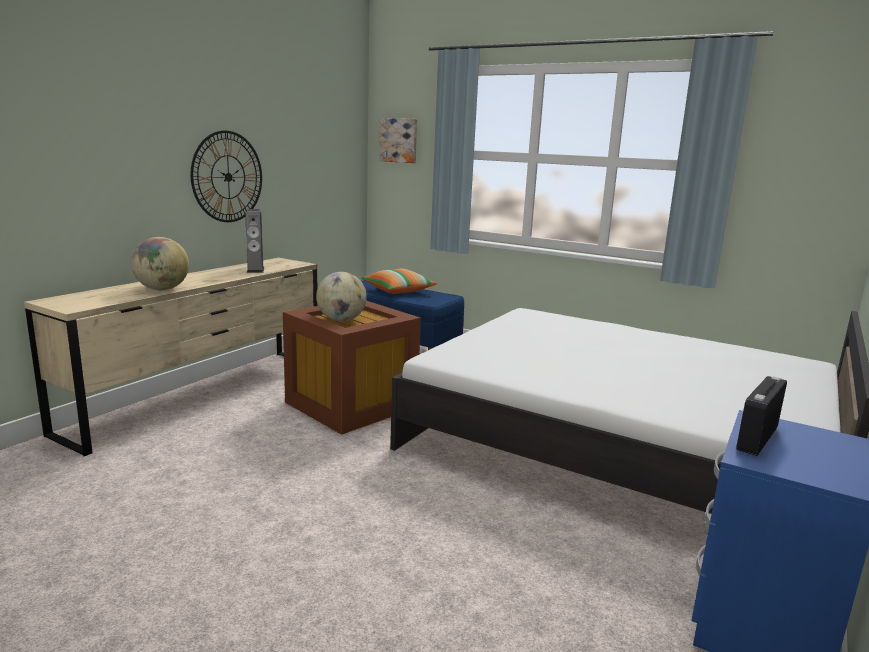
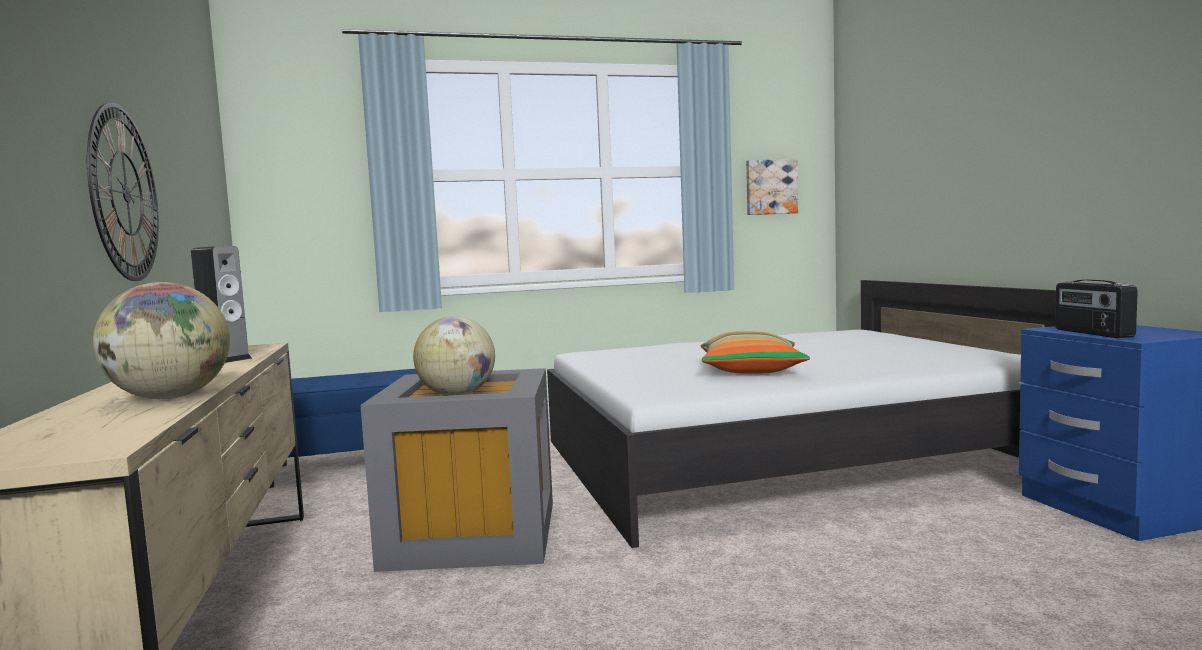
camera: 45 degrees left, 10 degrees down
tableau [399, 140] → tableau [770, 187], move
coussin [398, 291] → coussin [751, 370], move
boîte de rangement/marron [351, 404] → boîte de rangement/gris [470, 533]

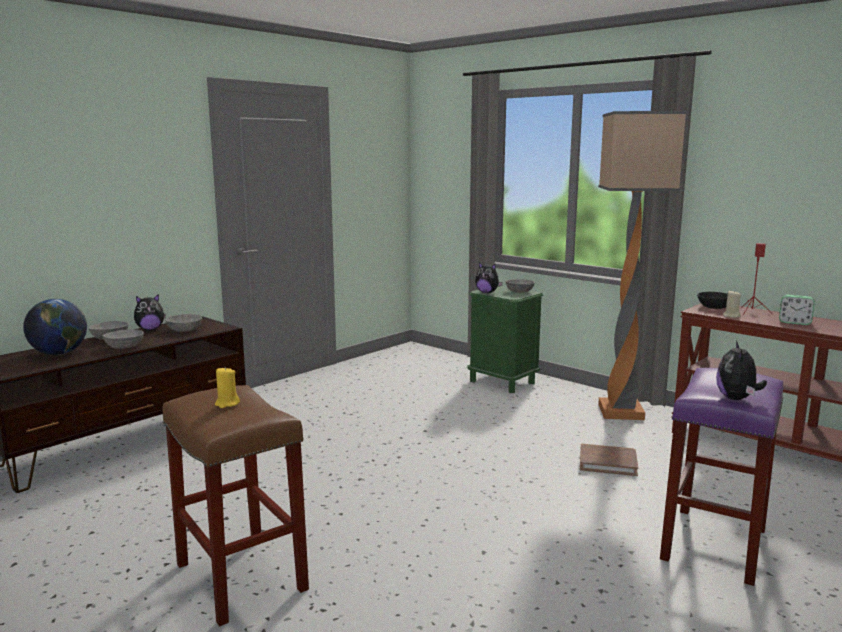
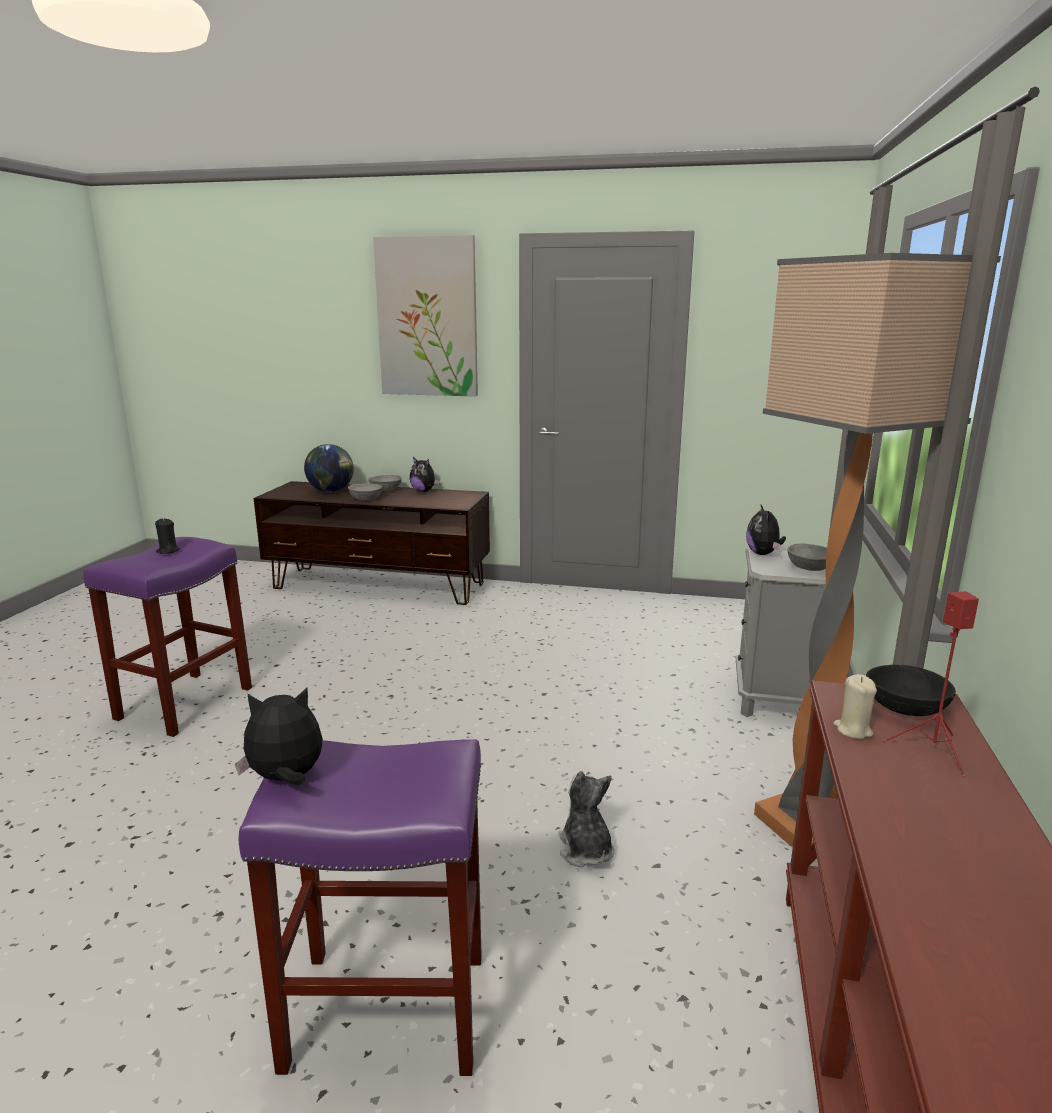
camera: 60 degrees right, 5 degrees up
table de chevet/vert [502, 382] → table de chevet/gris [774, 698]
réveil [794, 322] → -
bol/gris [184, 330] → -
bougie/jaune [227, 403] → bougie/noir [168, 551]
tabouret/marron [239, 576] → tabouret/violet [185, 702]
livre/marron [607, 463] → peluche [585, 850]
- → tableau [427, 317]

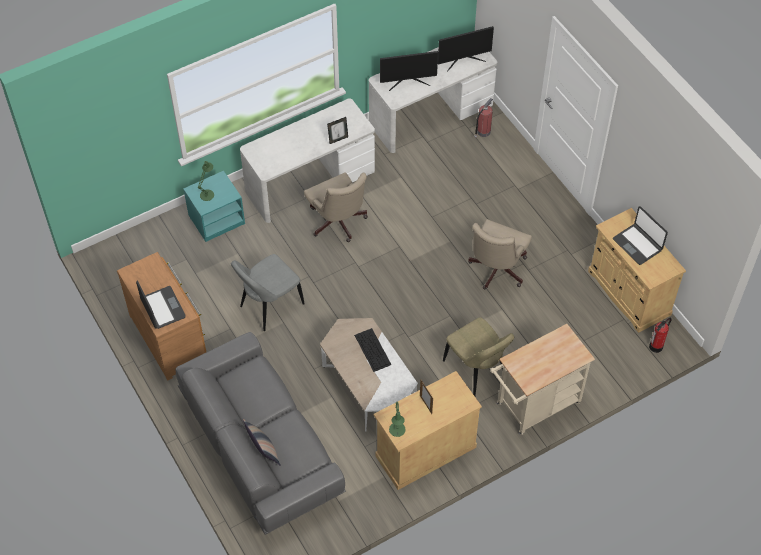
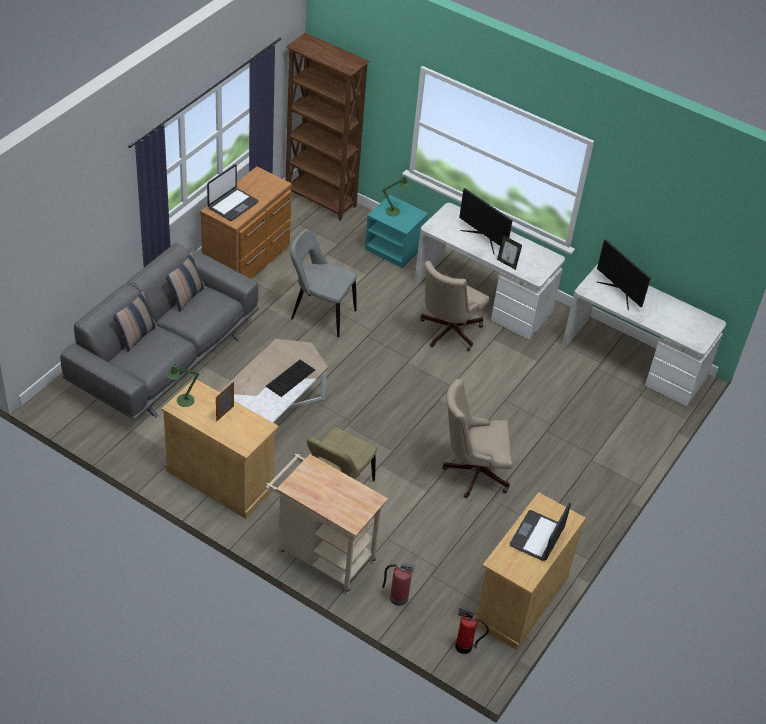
camera: 60 degrees right, 10 degrees down
écran d'ordinateur [463, 60] → écran d'ordinateur [483, 237], move
extincteur [483, 132] → extincteur [397, 597], move
- → bibliothèque/marron [320, 200]
- → coussin [186, 297]

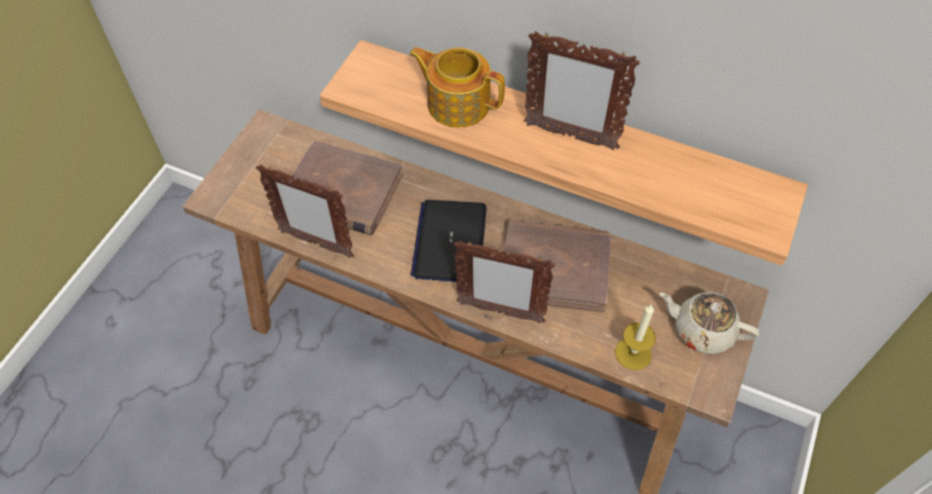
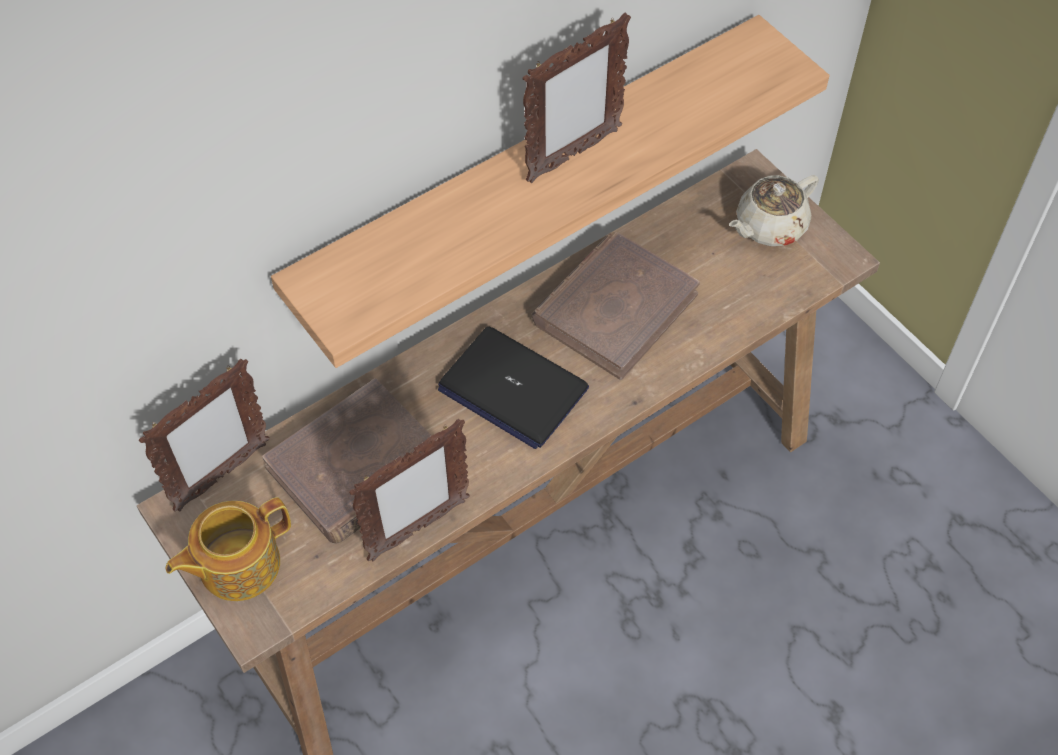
camera: 60 degrees left, 0 degrees up
théière [457, 103] → théière [237, 564], move
cadre photo [500, 312] → cadre photo [221, 477], move
bougie [633, 353] → -

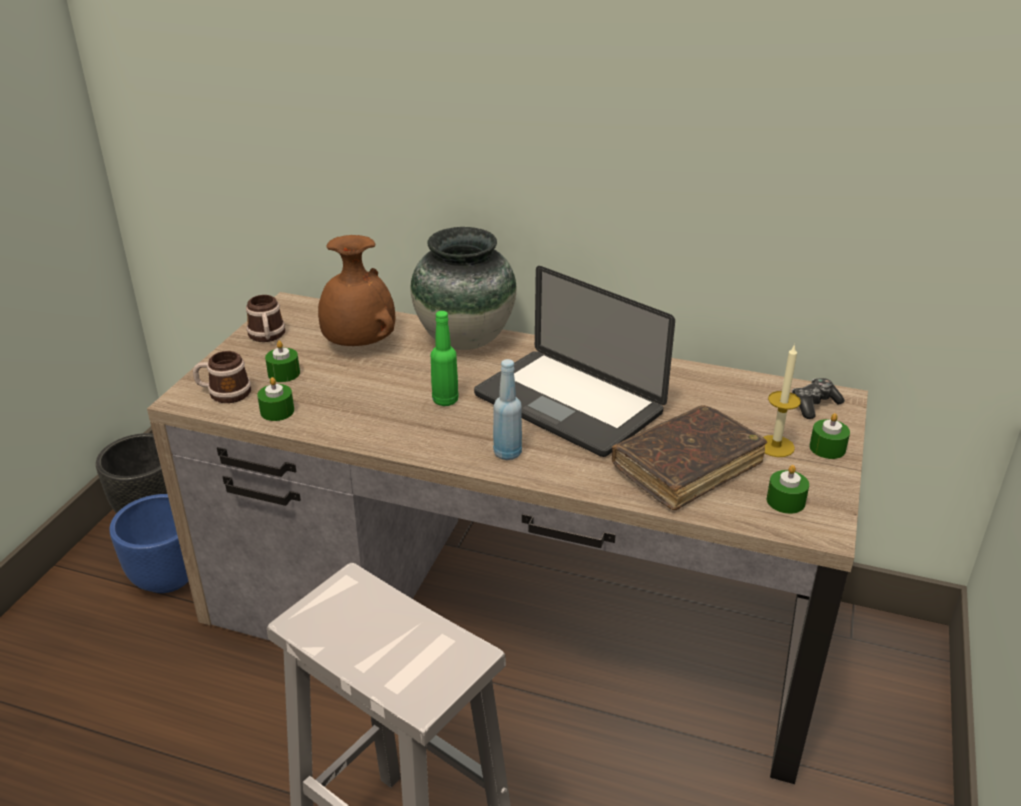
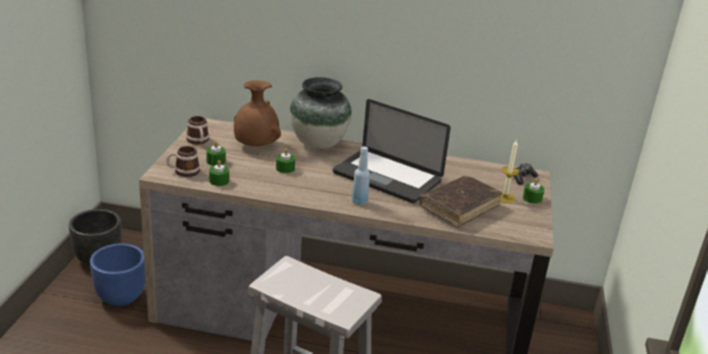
camera: 10 degrees left, 5 degrees down
bouteille/vert [445, 400] → -
bougie/vert [785, 501] → bougie/vert [285, 168], move

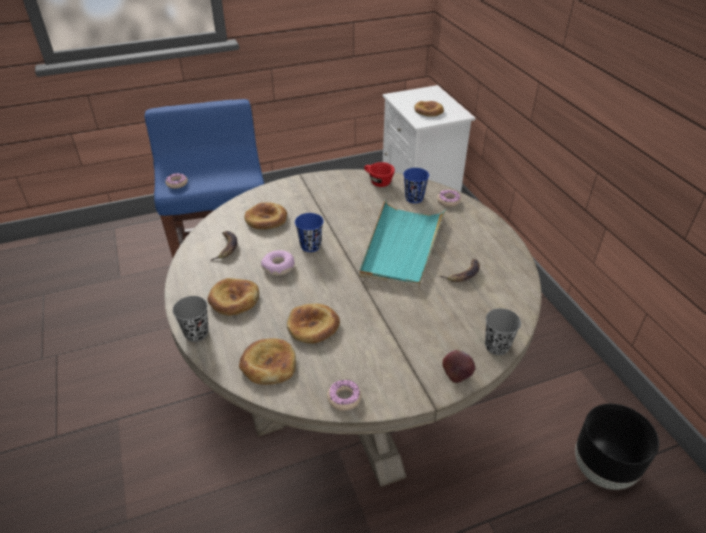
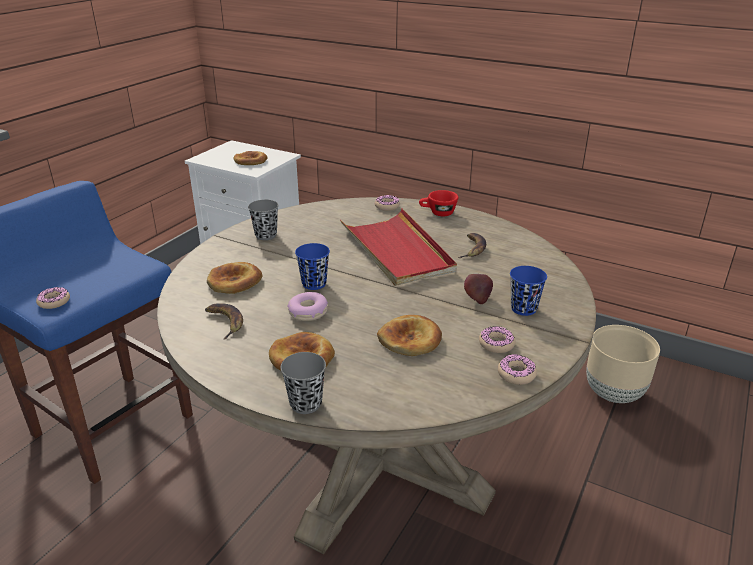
camera: 40 degrees left, 10 degrees down
tasse/rouge [377, 182] → tasse/rouge [437, 213], move
tasse/bleu [414, 198] → tasse/bleu [523, 308], move
plateau/turquoise [402, 246] → plateau/rouge [397, 250]
tasse/gris [497, 346] → tasse/gris [266, 235], move
pain [268, 364] → -
pomme [457, 374] → pomme [477, 298], move
cache-pot/noir [602, 470] → cache-pot/beige [614, 393]
- → beignet [496, 344]

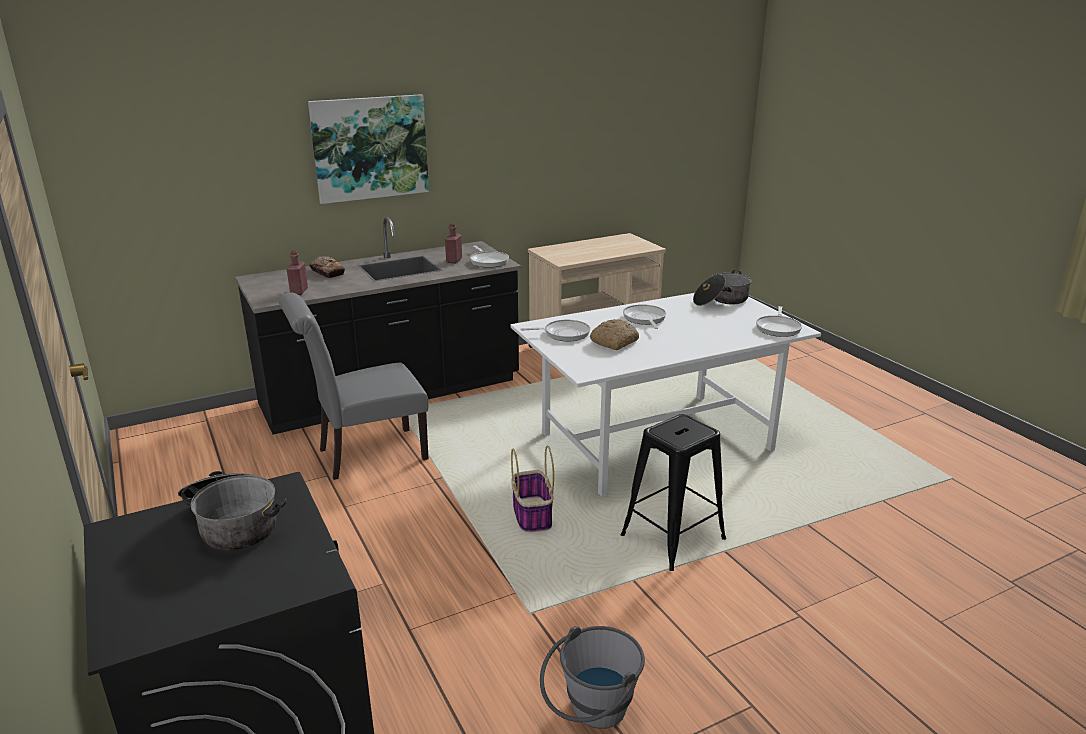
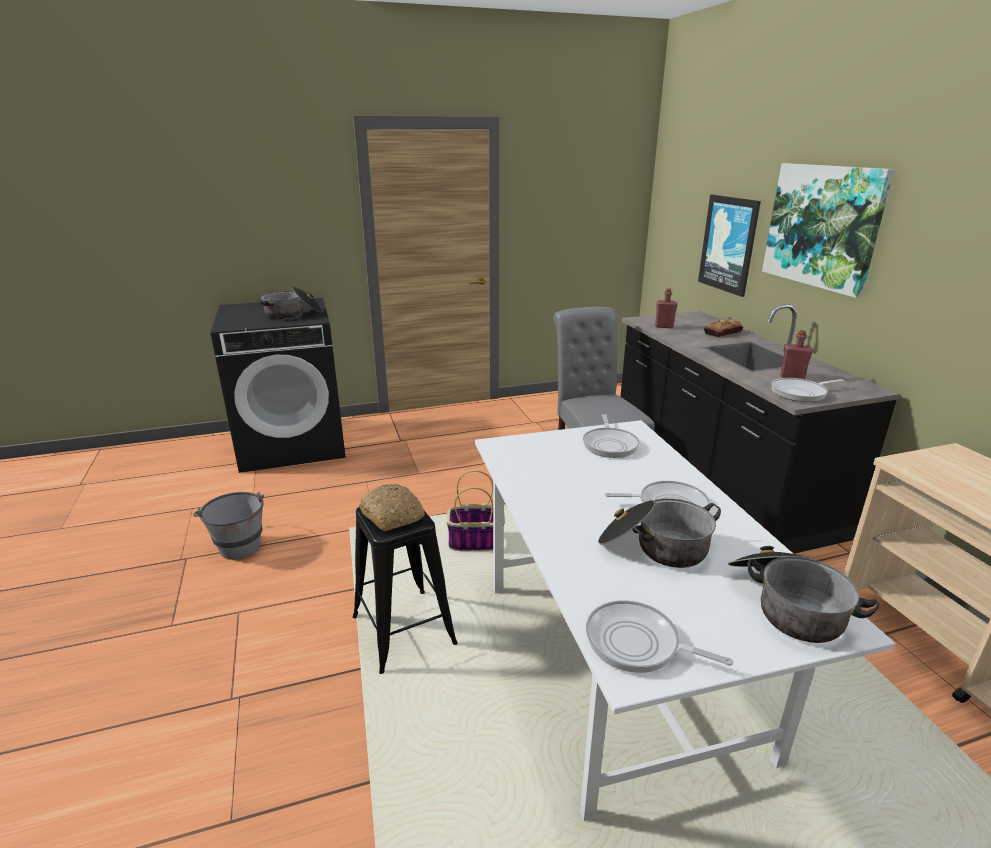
camera: 100 degrees right, 0 degrees up
pain [614, 341] → pain [393, 515], move
- → tableau [729, 244]
- → marmite [654, 547]

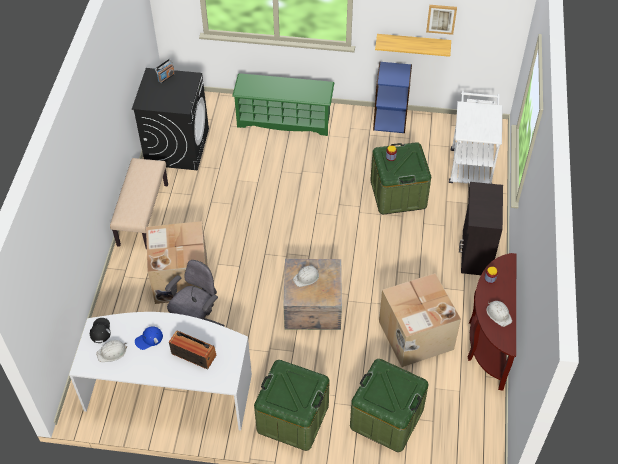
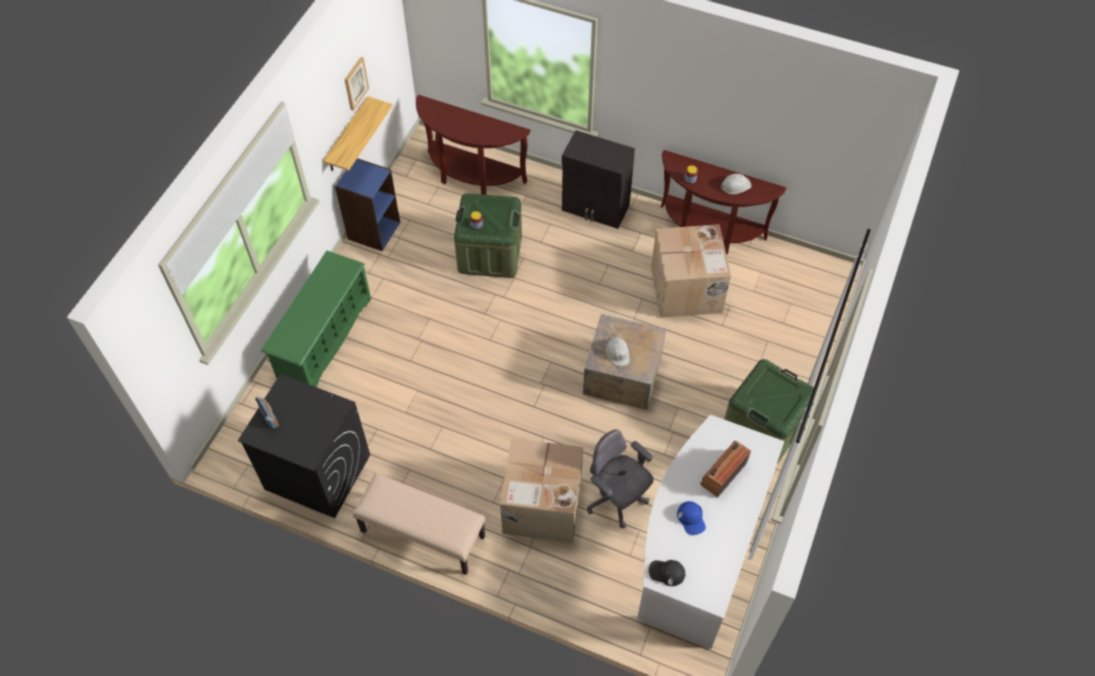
camera: 75 degrees left, 5 degrees up
chariot/blanc [470, 163] → table console/marron [471, 176]
casque de chantier/blanc [112, 352] → -
boîte de rangement/vert [386, 418] → -

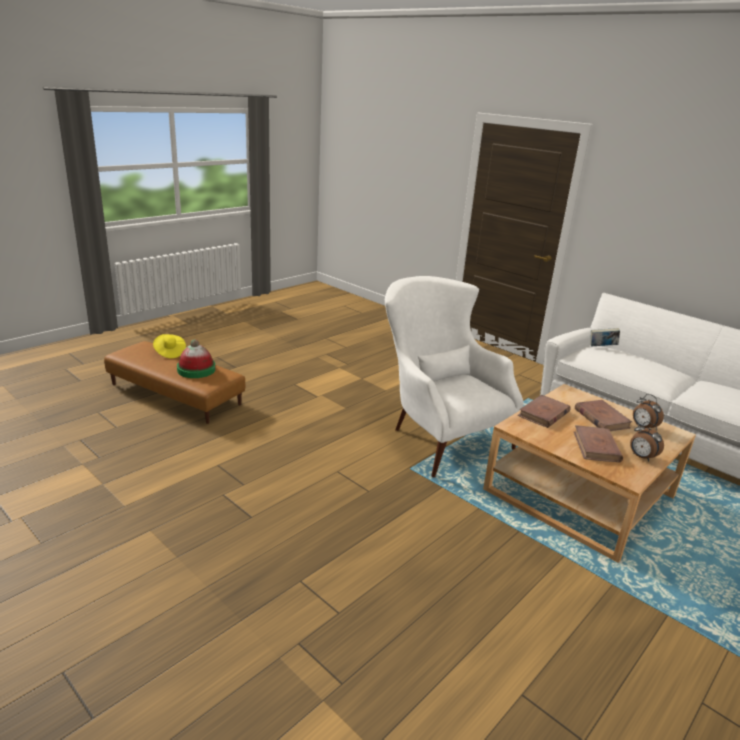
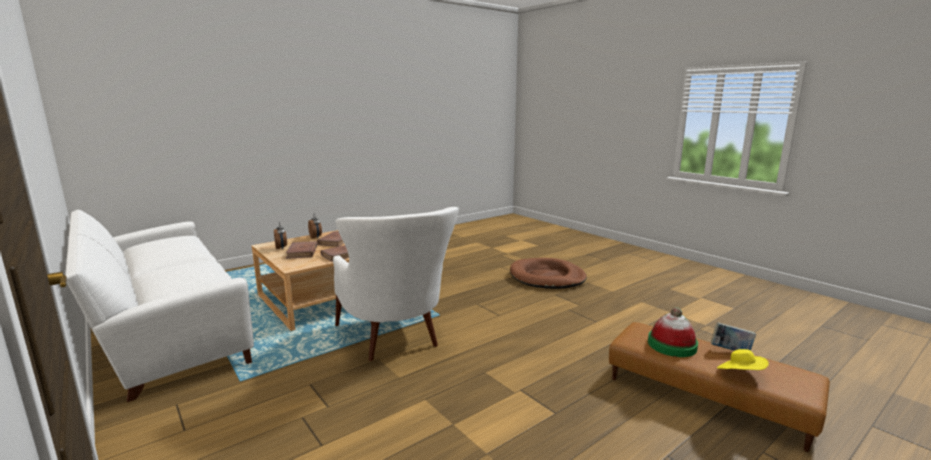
camera: 170 degrees left, 10 degrees down
livre [602, 347] → livre [730, 351], move
- → panier pour chien/marron [547, 277]

